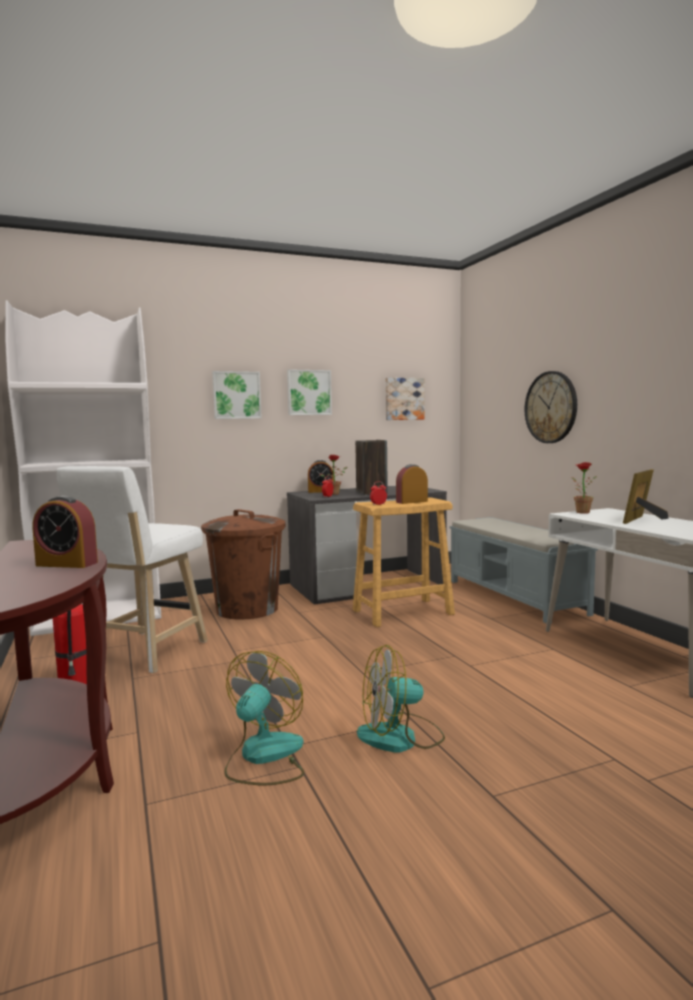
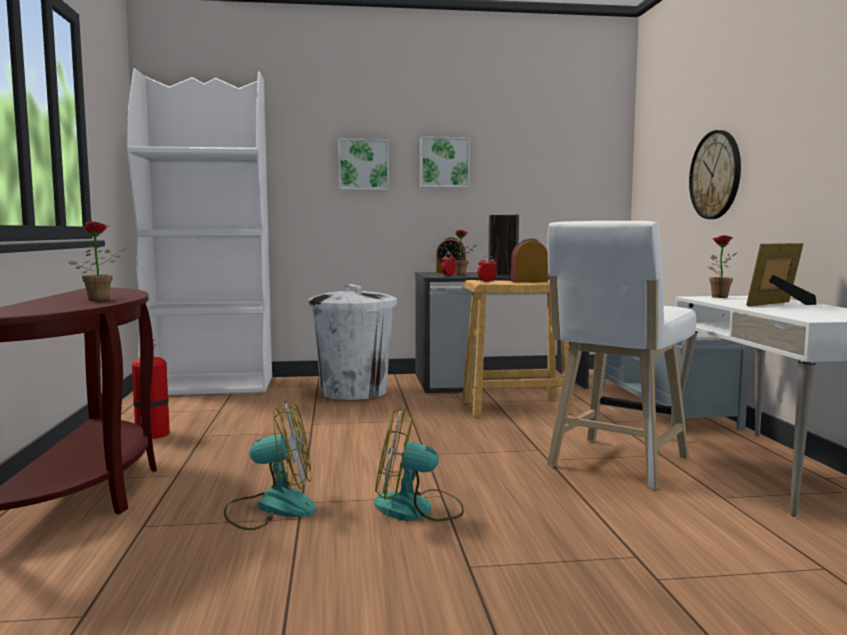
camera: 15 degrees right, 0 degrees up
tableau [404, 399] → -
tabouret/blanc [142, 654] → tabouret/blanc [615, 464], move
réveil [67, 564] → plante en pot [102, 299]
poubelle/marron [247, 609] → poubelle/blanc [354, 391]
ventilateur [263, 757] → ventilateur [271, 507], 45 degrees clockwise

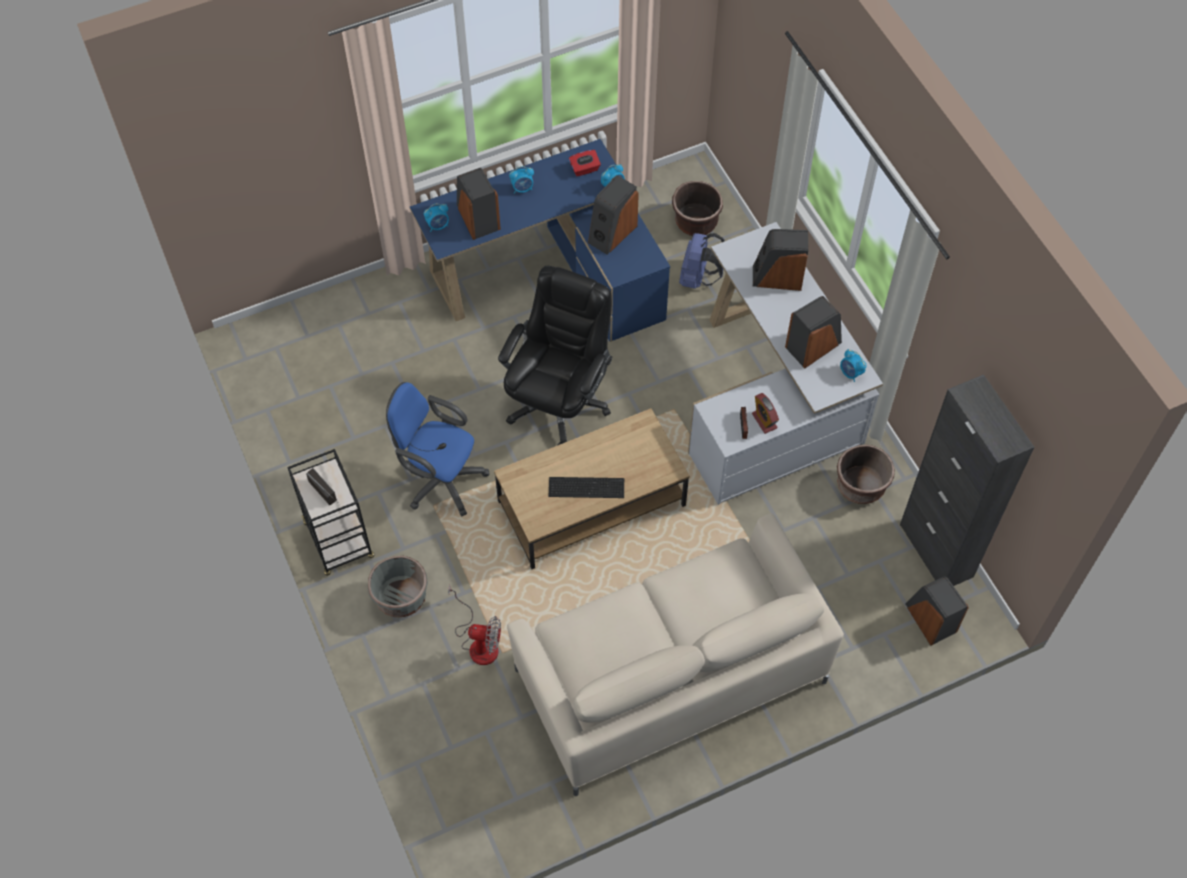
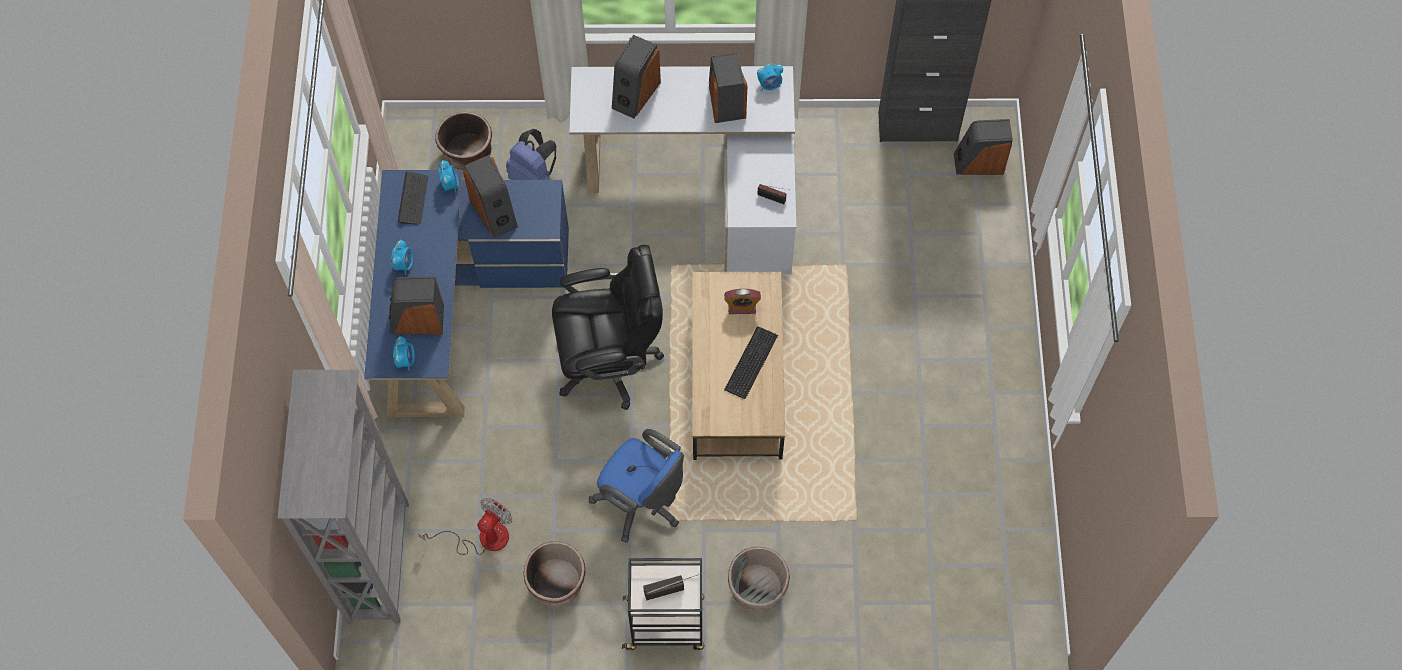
camera: 65 degrees left, 5 degrees up
boîte à mouchoirs/rouge [584, 169] → clavier [413, 199]
chaise de bureau/noir [559, 401] → chaise de bureau/noir [609, 360], 120 degrees clockwise
chaise de bureau/bleu [439, 479] → chaise de bureau/bleu [642, 503], 105 degrees counterclockwise
réveil [764, 421] → réveil [742, 307], move
cache-pot/marron [860, 486] → cache-pot/marron [556, 583], move
canapé/beige [670, 676] → -
ventilateur [478, 642] → ventilateur [482, 538], move
- → bibliothèque/gris [380, 561]

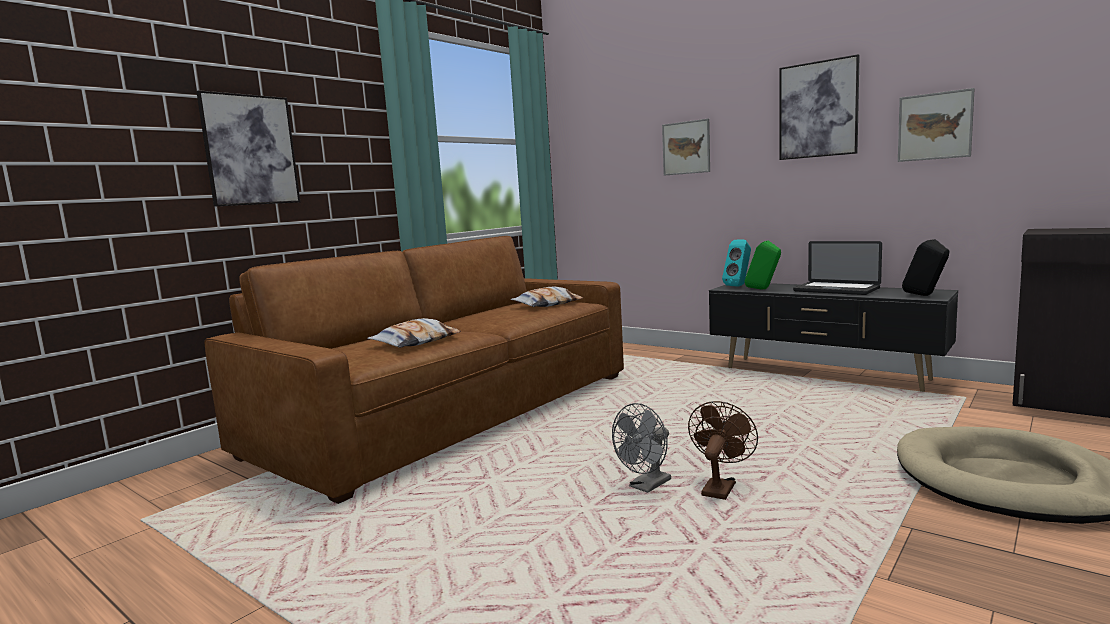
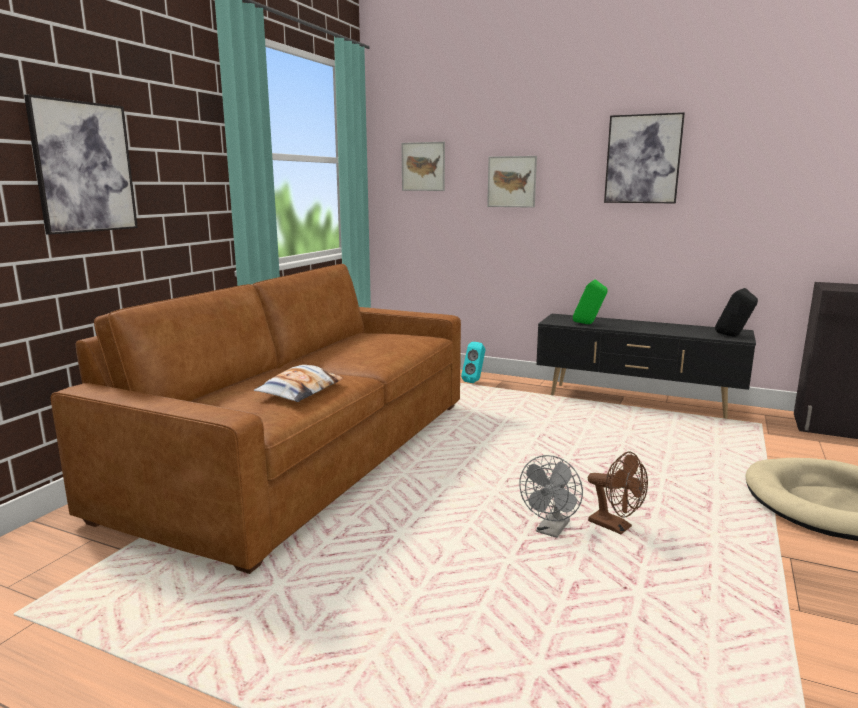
camera: 15 degrees left, 5 degrees up
tableau [934, 126] → tableau [423, 166], move
enceinte/turquoise [739, 286] → enceinte/turquoise [475, 381], move
ordinateur portable [836, 290] → -
coussin [547, 304] → -
ventilateur/marron [720, 487] → ventilateur/marron [616, 527], 120 degrees clockwise

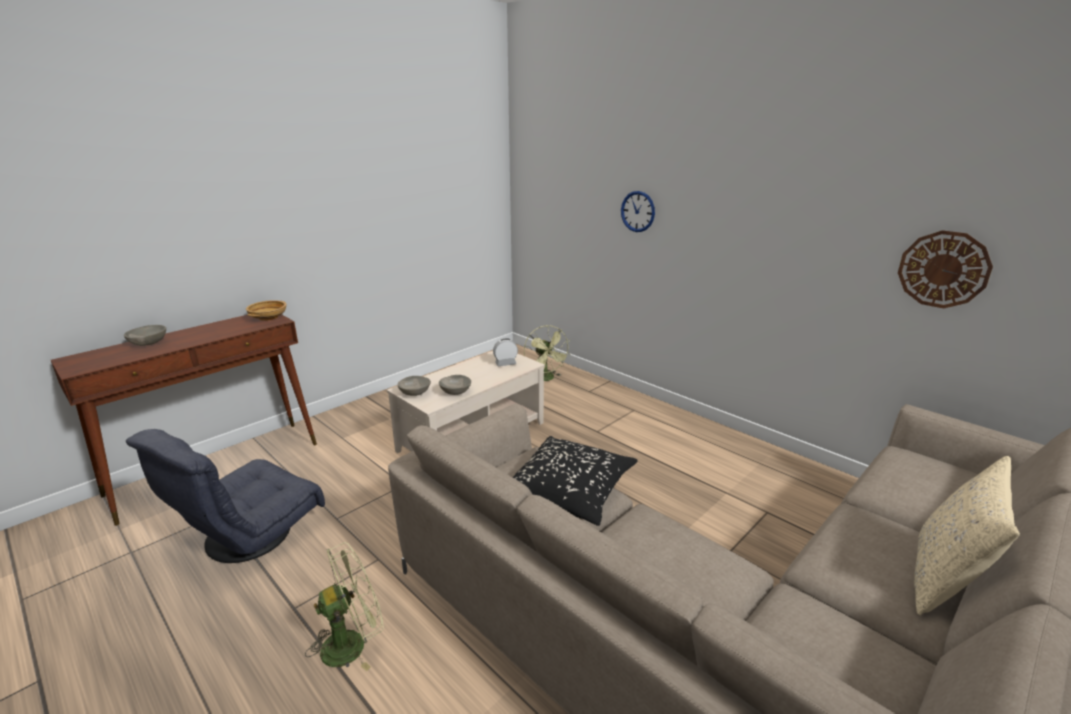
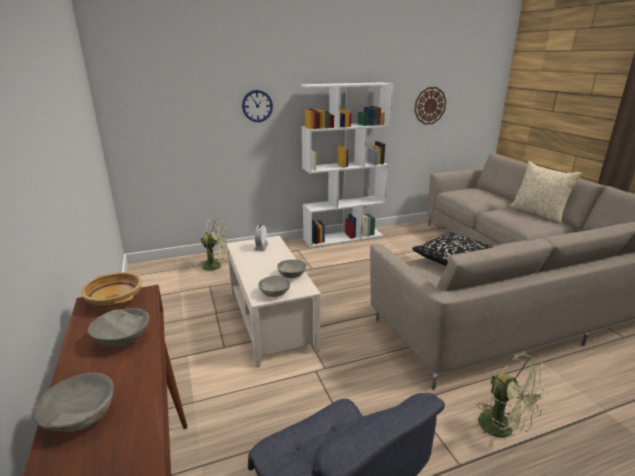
camera: 65 degrees left, 0 degrees up
ventilateur/vert [352, 643] → ventilateur/vert [503, 429], 150 degrees clockwise
- → bibliothèque/blanc [343, 237]
- → bol/gris [122, 339]

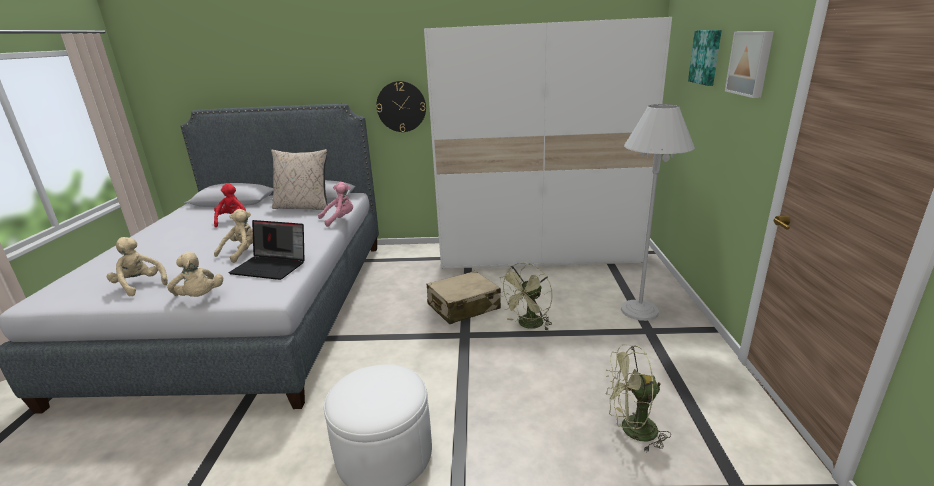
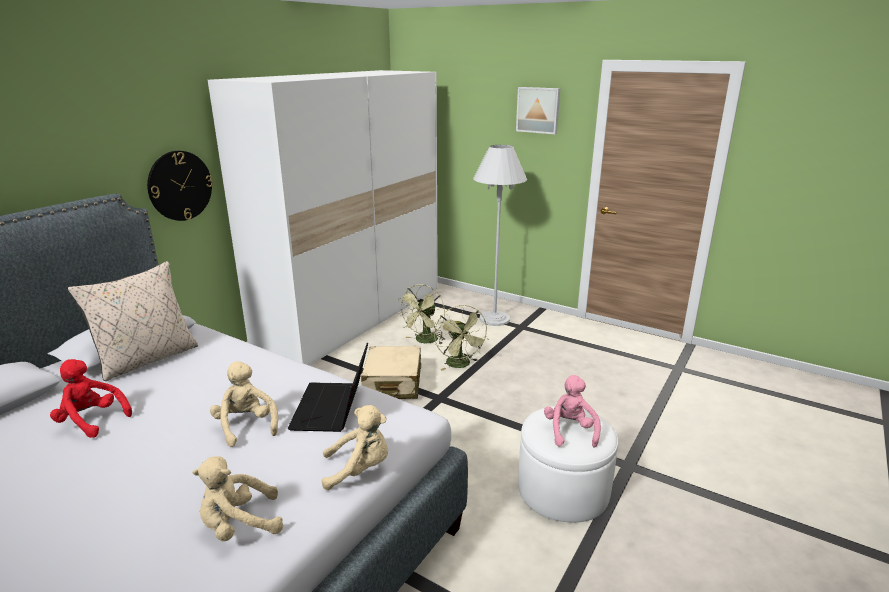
camera: 60 degrees left, 0 degrees up
tableau [706, 57] → -
peluche/rose [339, 219] → peluche/rose [570, 431], move
ordinateur portable [272, 266] → ordinateur portable [332, 408], 135 degrees clockwise
ventilateur/vert [631, 430] → ventilateur/vert [424, 341], move

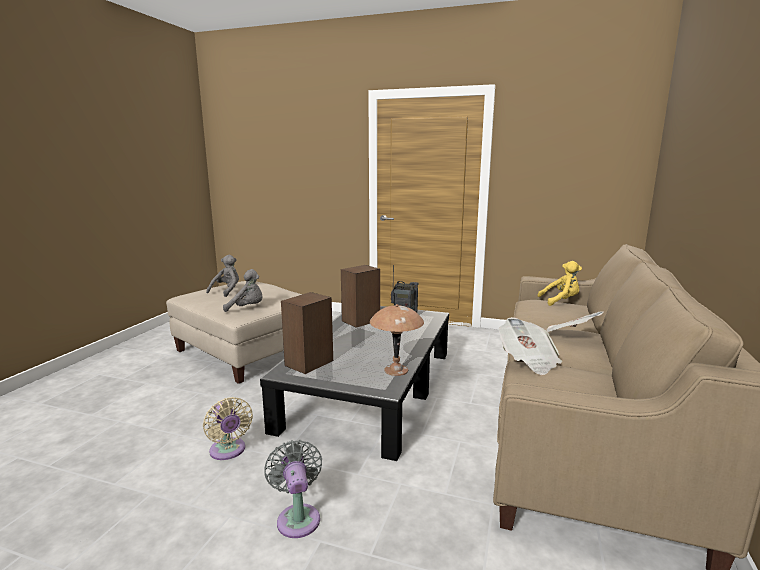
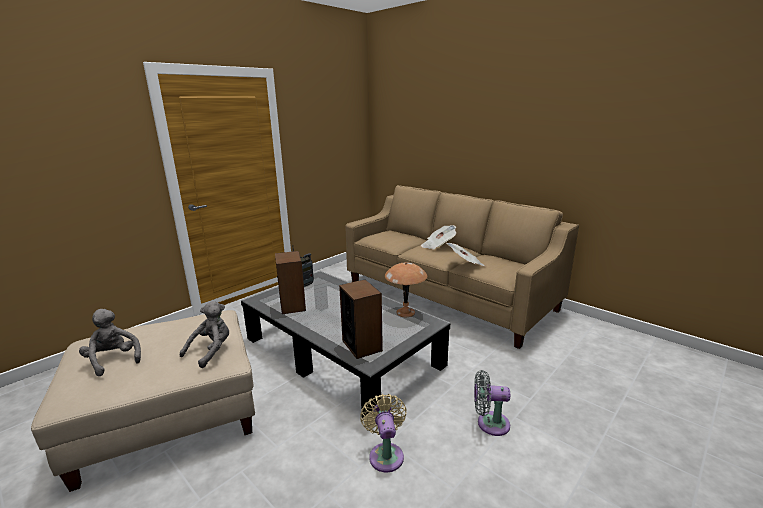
camera: 65 degrees left, 5 degrees up
peluche/jaune [561, 301] → -
ventilateur/beige [228, 451] → ventilateur/beige [385, 454], 90 degrees counterclockwise

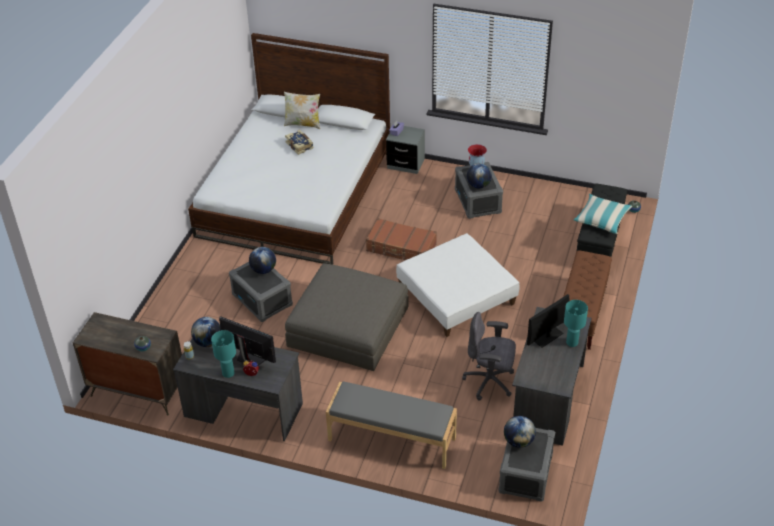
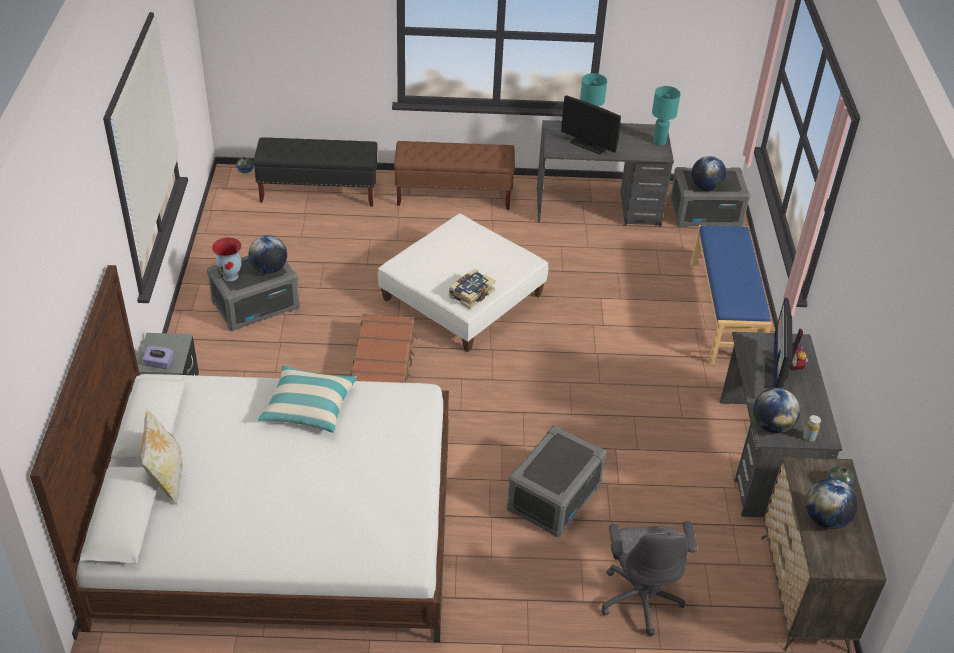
camera: 110 degrees left, 0 degrees up
livre [300, 145] → livre [470, 294], move
coussin [602, 219] → coussin [309, 406], move
globe [263, 270] → globe [825, 519], move
pouf/gris [348, 327] → -
chaise de bureau/gris [490, 382] → chaise de bureau/gris [640, 598], move
lampe de table/turquoise [228, 373] → lampe de table/turquoise [659, 142], move
banc/gris [391, 439] → banc/bleu [724, 313]

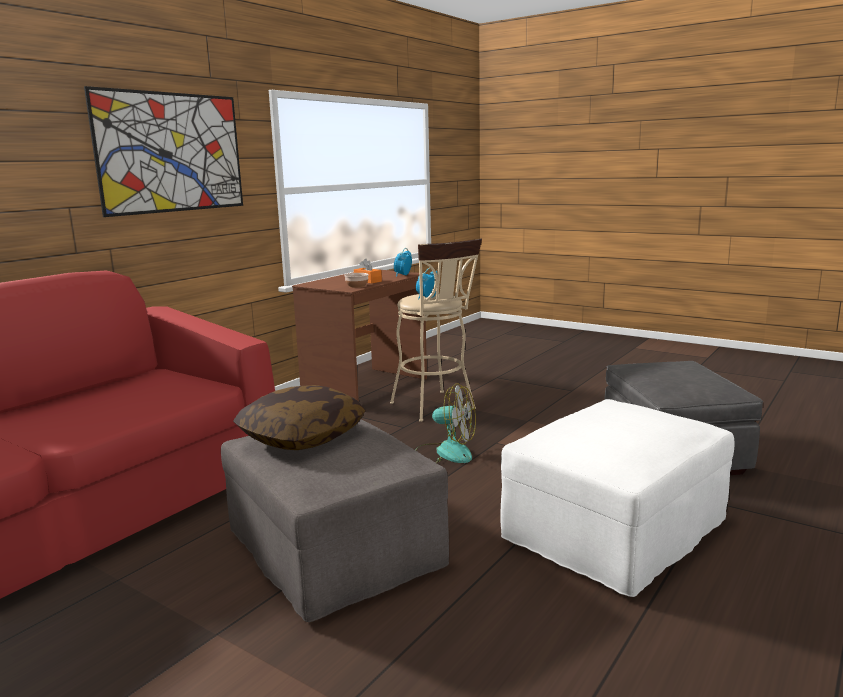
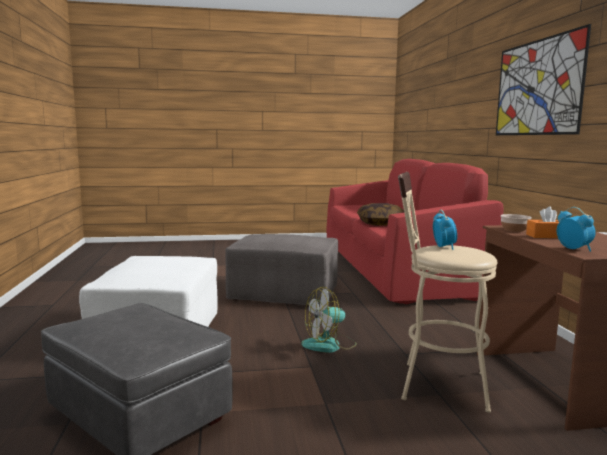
camera: 135 degrees right, 5 degrees down
coussin [302, 436] → coussin [381, 224], move

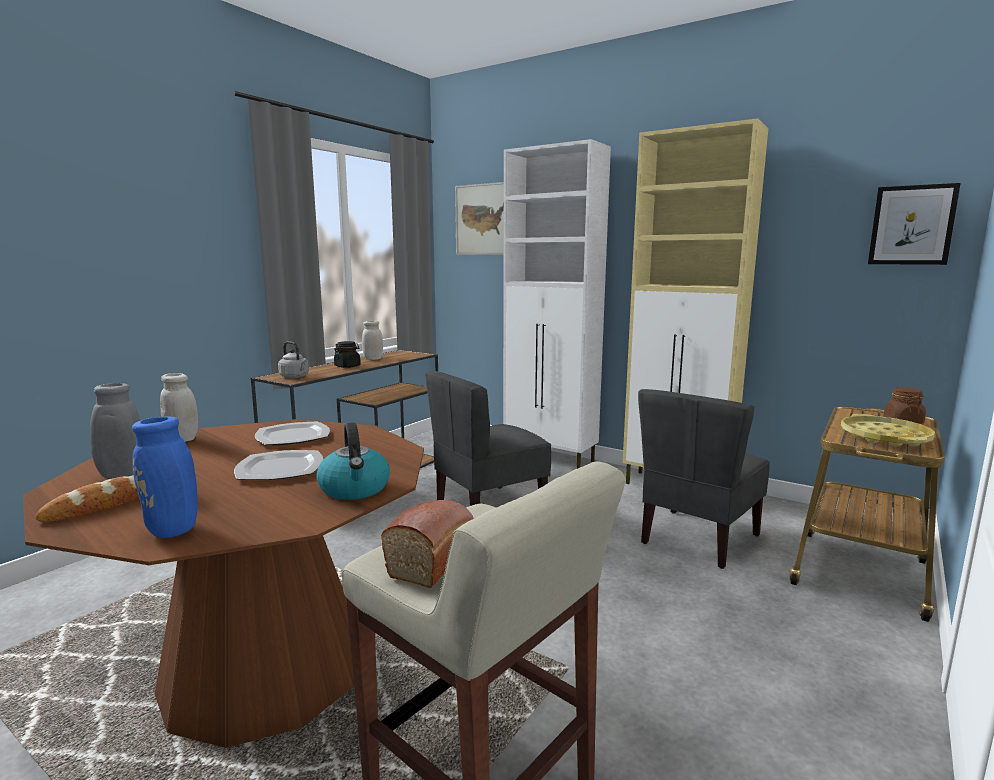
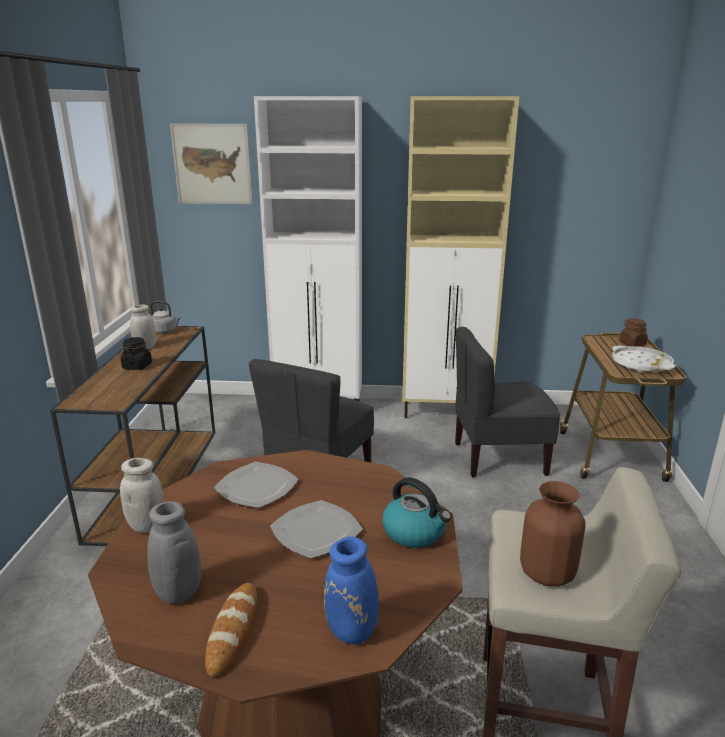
camera: 30 degrees left, 10 degrees up
tableau [912, 225] → -
bouilloire/gris [295, 377] → bouilloire/gris [165, 331], move
chaise/gris [698, 539] → chaise/gris [498, 458], 75 degrees clockwise
plateau/jaune [884, 437] → plateau/blanc [641, 364]
pain [436, 557] → vase/marron [547, 573]

